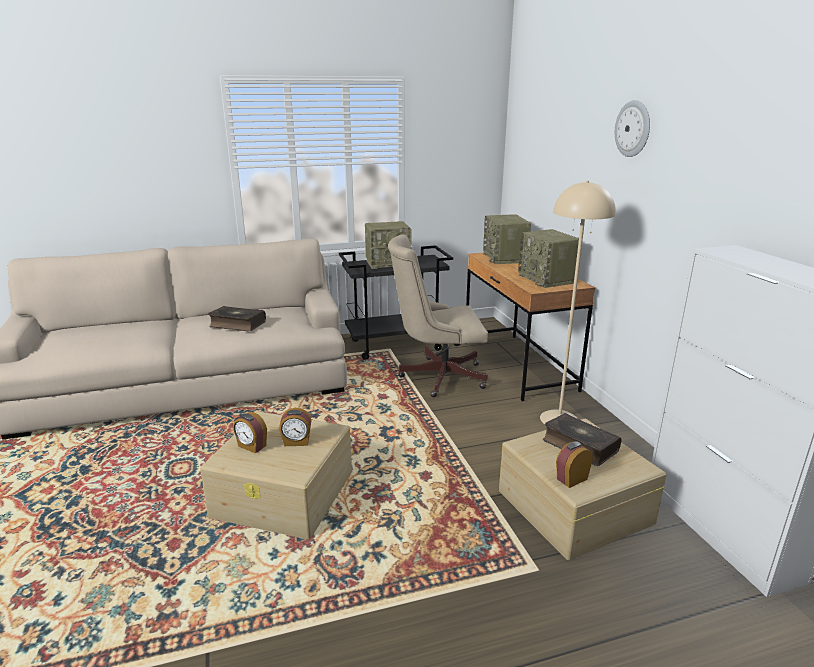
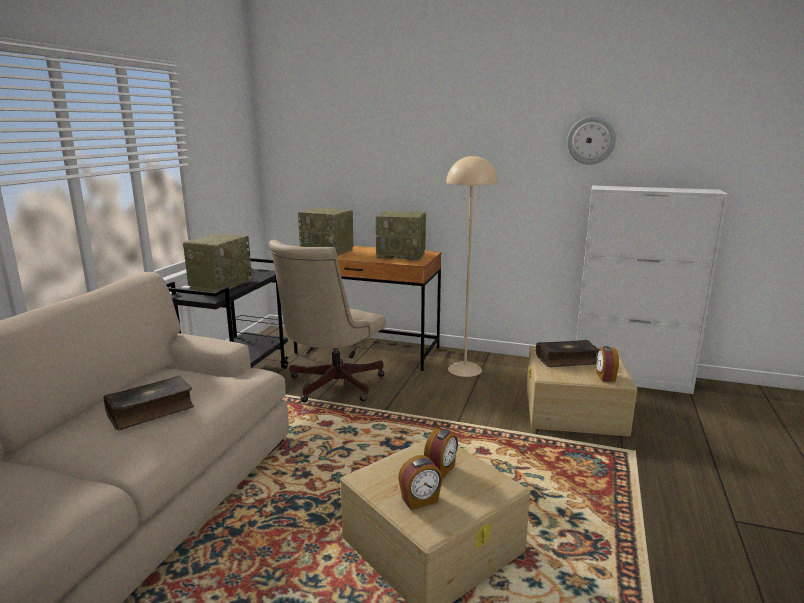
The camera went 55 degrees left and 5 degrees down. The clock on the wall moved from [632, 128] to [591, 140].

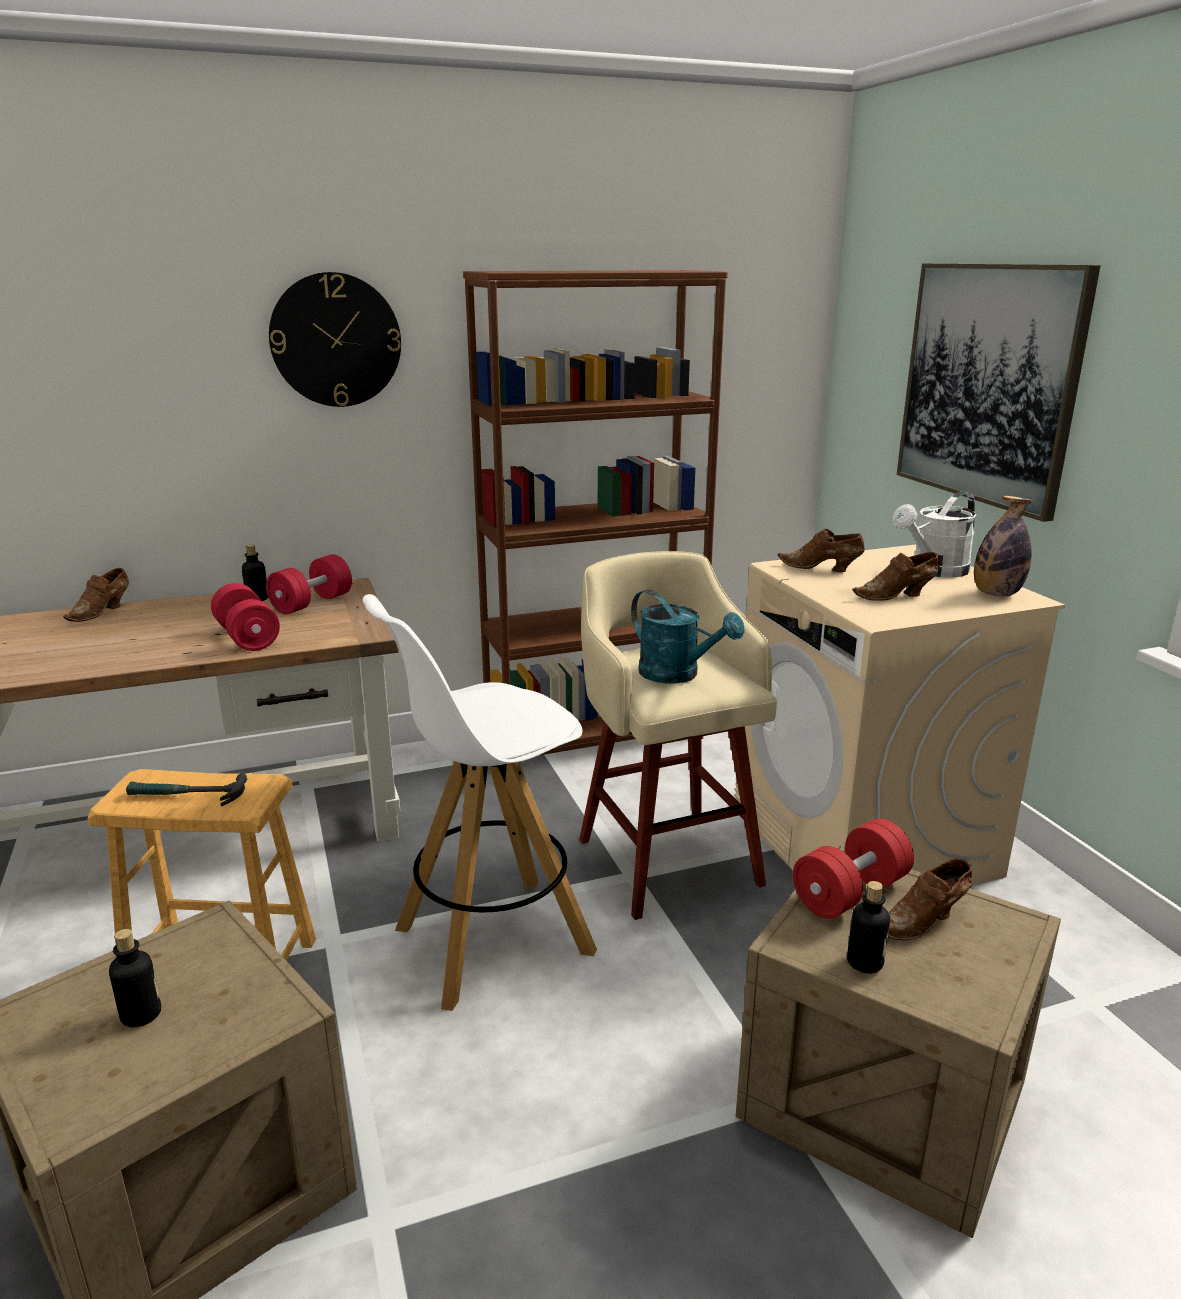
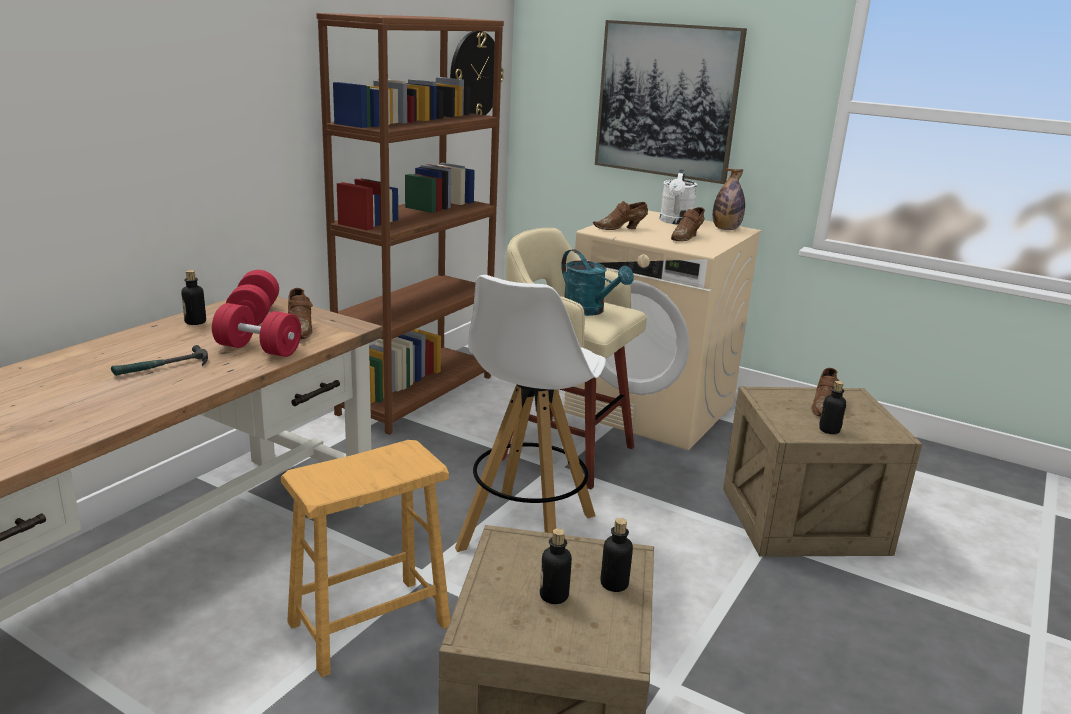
The camera went 40 degrees left and 0 degrees up. The red-coloured hand weight at [853, 868] disappeared. The bottle at [616, 555] appeared. The brown shoe moved from [96, 595] to [300, 313]. The tool hammer moved from [186, 790] to [159, 360]. The clock on the wall moved from [335, 339] to [477, 73]. The turquoise watering can at [688, 636] turned 45 degrees clockwise.

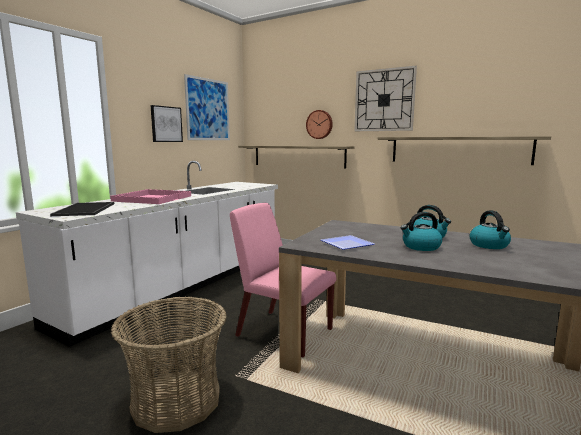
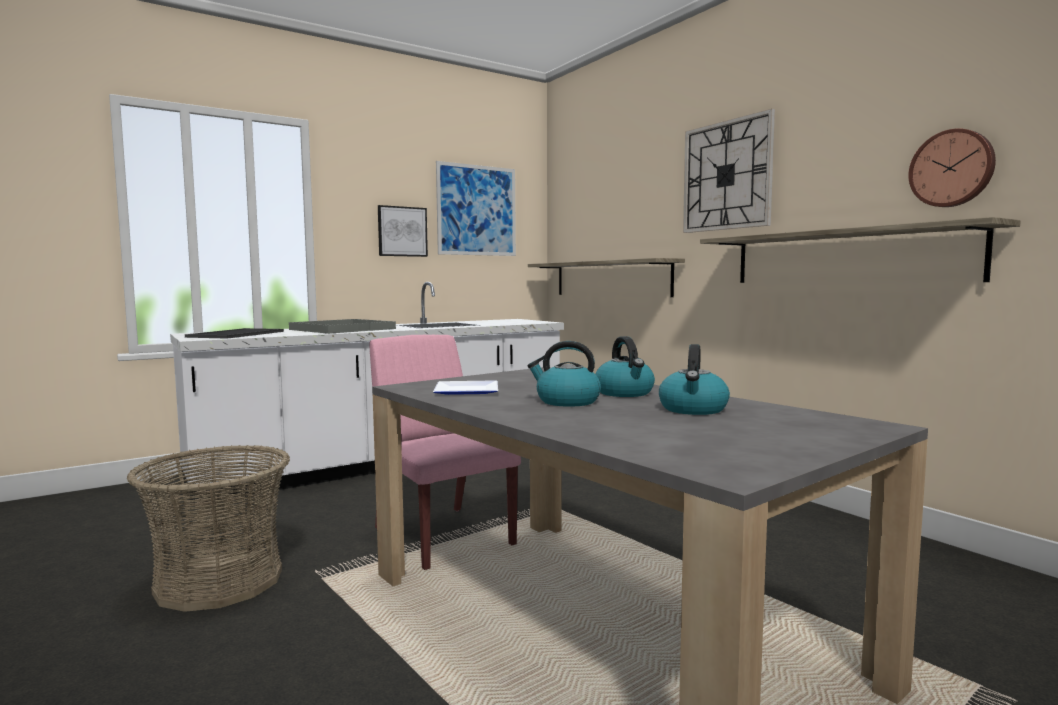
The camera went 25 degrees right and 5 degrees down. The clock on the wall moved from [319, 124] to [952, 167]. The pinkish carrying tray at [150, 196] became the gray carrying tray at [342, 326].

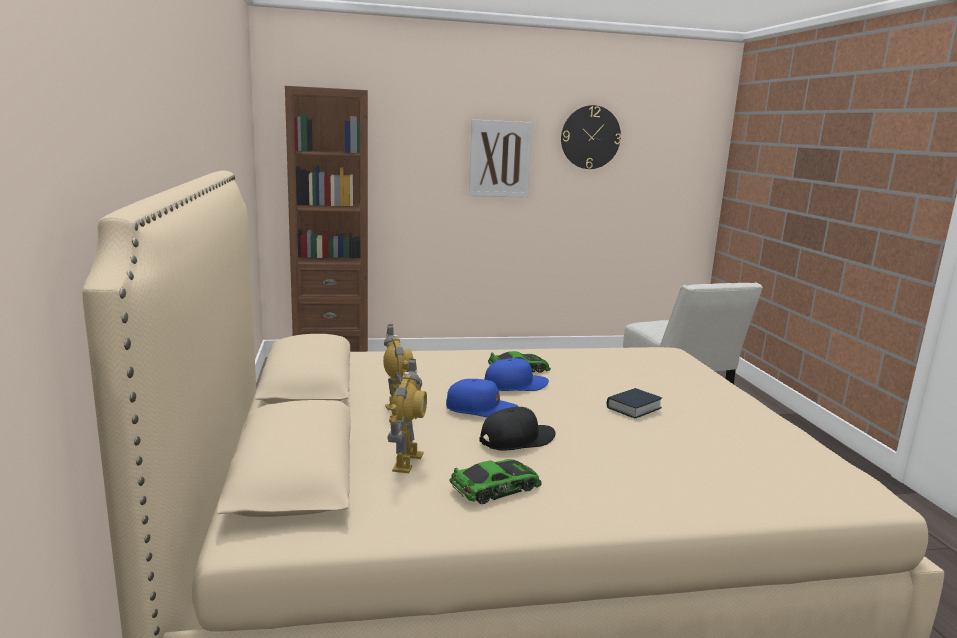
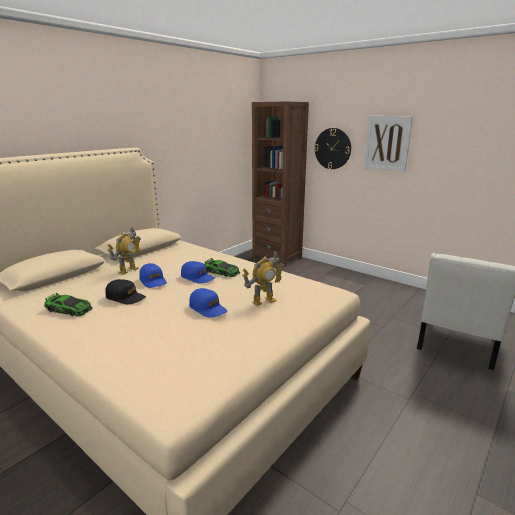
The camera went 50 degrees right and 5 degrees up. The toy robot moved from [407, 415] to [263, 278]. The clock on the wall moved from [591, 137] to [332, 148]. The bound book at [634, 403] was replaced by the blue-coloured cap at [208, 303].

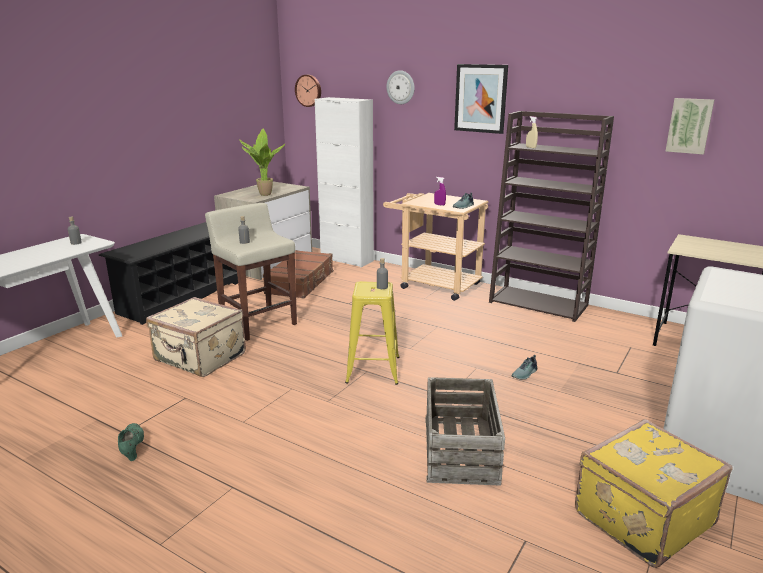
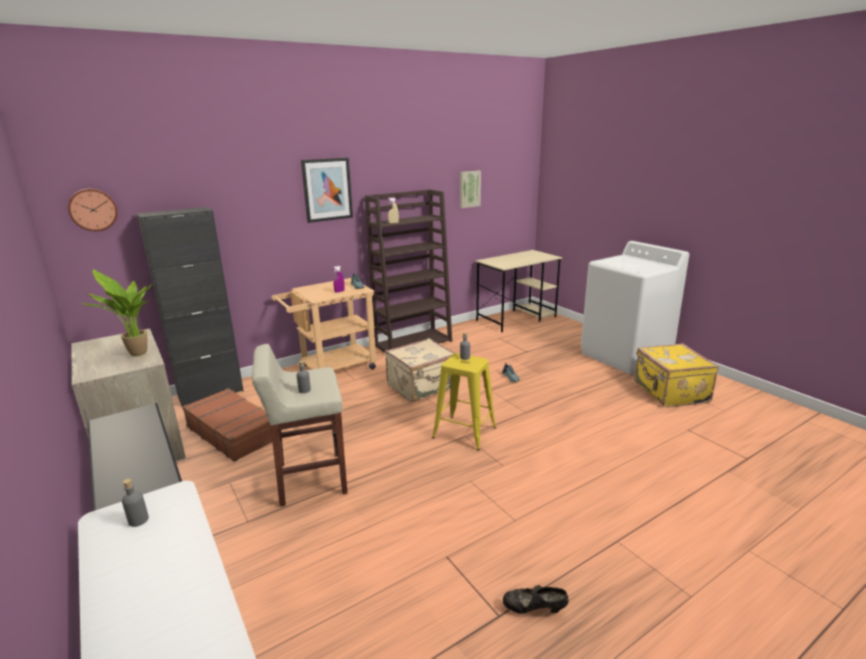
The camera went 65 degrees left and 0 degrees up. The clock on the wall at [401, 87] disappeared. The crate at [465, 431] disappeared. The beige piece of luggage moved from [196, 337] to [420, 370]. The green-coloured shoe at [131, 442] became the blackish shoe at [536, 599]. The white-coloured cabinet at [344, 182] became the blackish cabinet at [190, 306].

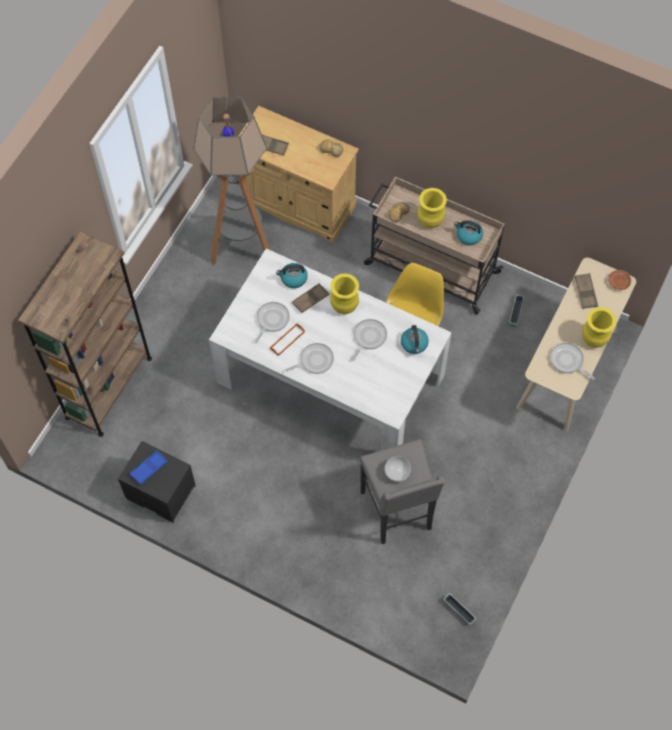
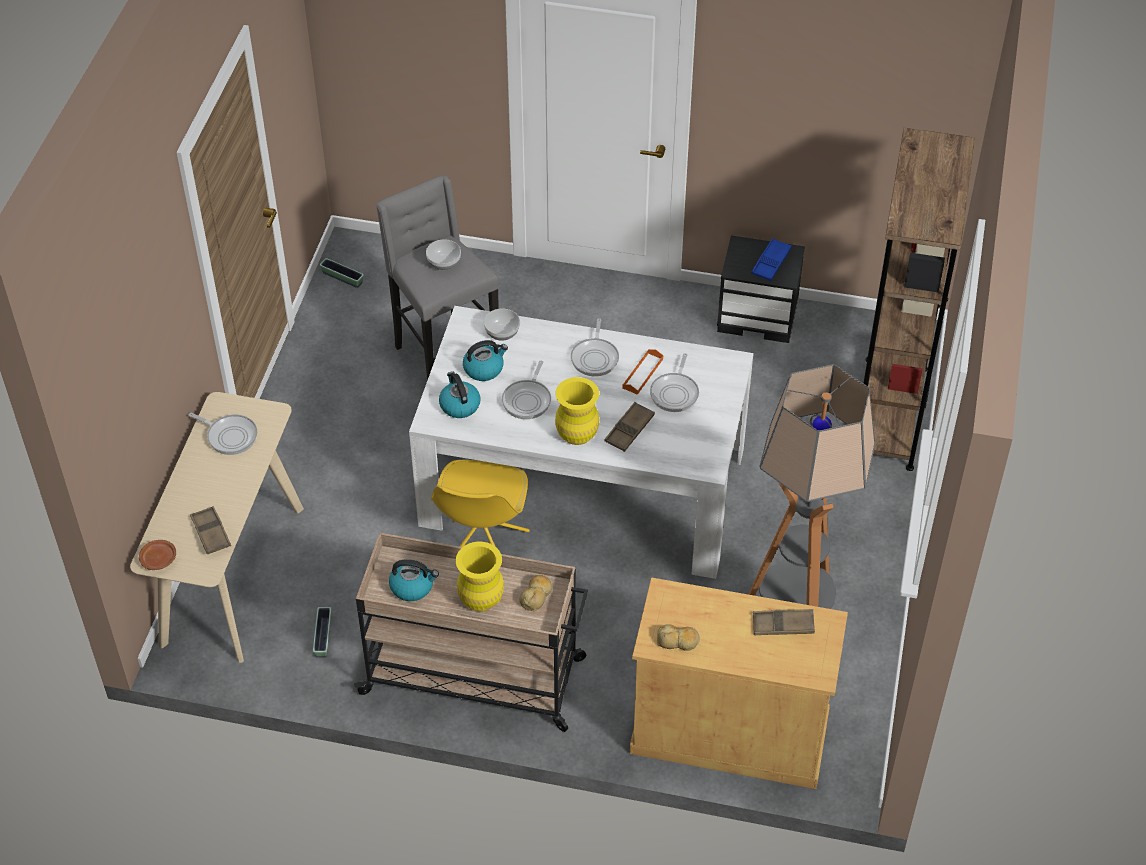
The camera went 165 degrees right and 15 degrees down. The yellow vase at [599, 327] disappeared. The deep dish at [502, 324] appeared. The tea kettle moved from [292, 275] to [485, 360]. The pan at [309, 358] turned 45 degrees counterclockwise.

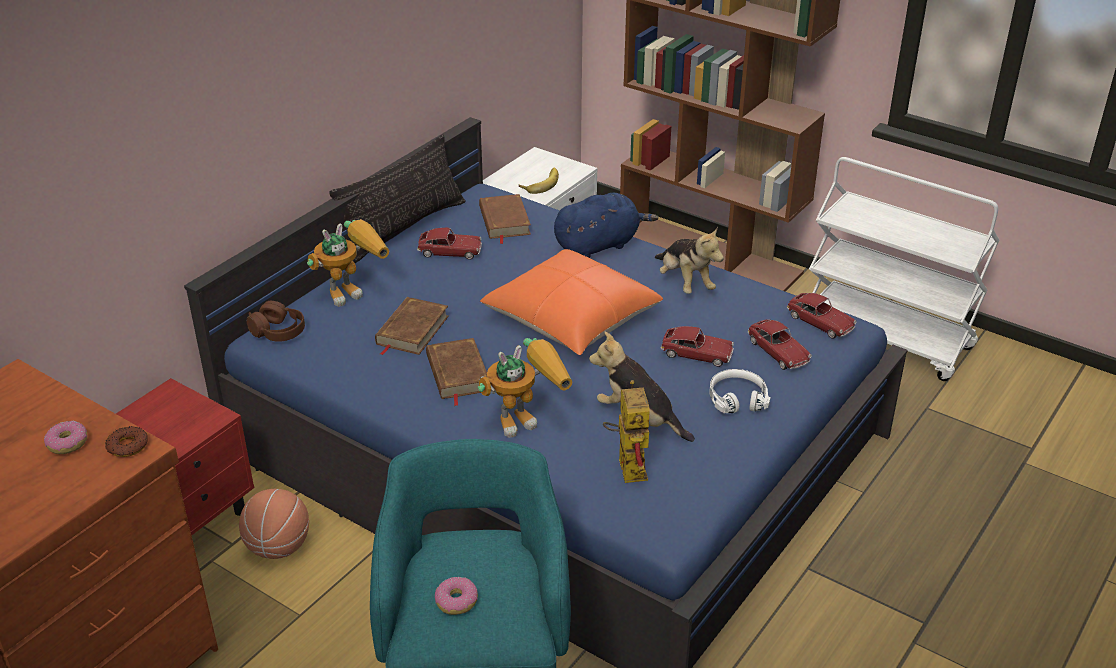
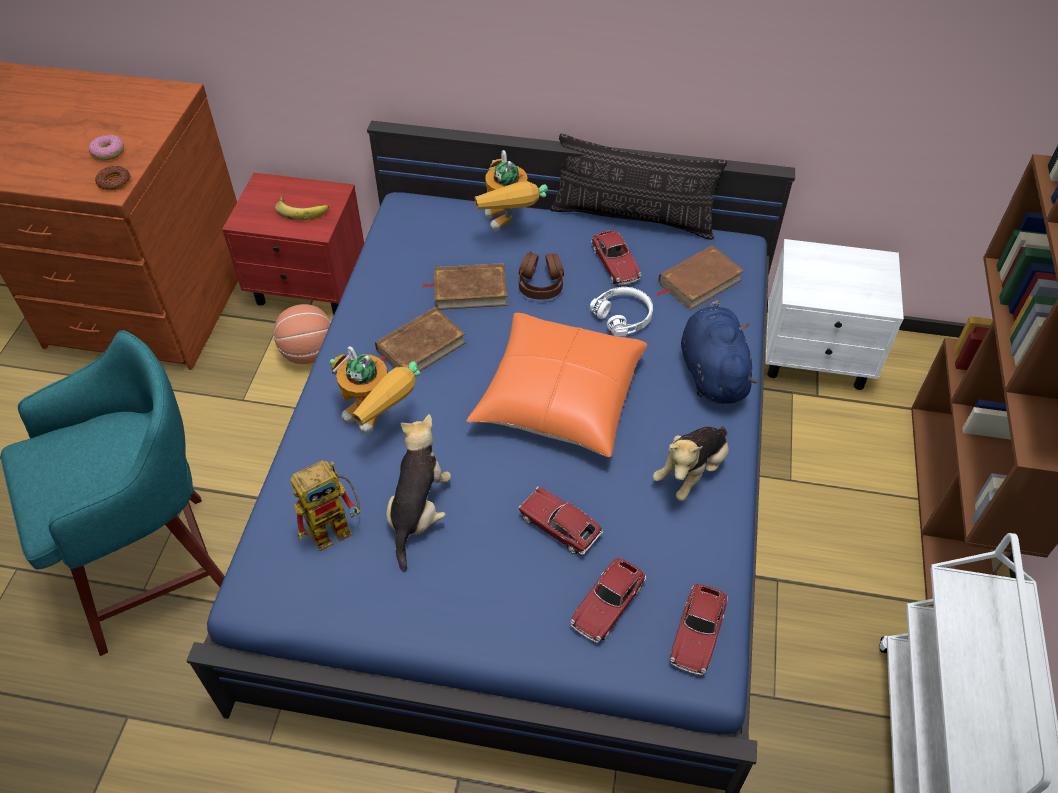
The camera went 65 degrees right and 15 degrees up. The doughnut at [456, 596] disappeared. The brown pair of headphones moved from [276, 321] to [541, 275]. The whole banana moved from [538, 180] to [302, 207]. The white-coloured pair of headphones moved from [739, 391] to [621, 311]. The toy robot at [348, 263] turned 45 degrees clockwise. The blue-coloured cuddly toy at [606, 225] turned 135 degrees counterclockwise. The toy car at [697, 346] turned 135 degrees clockwise.

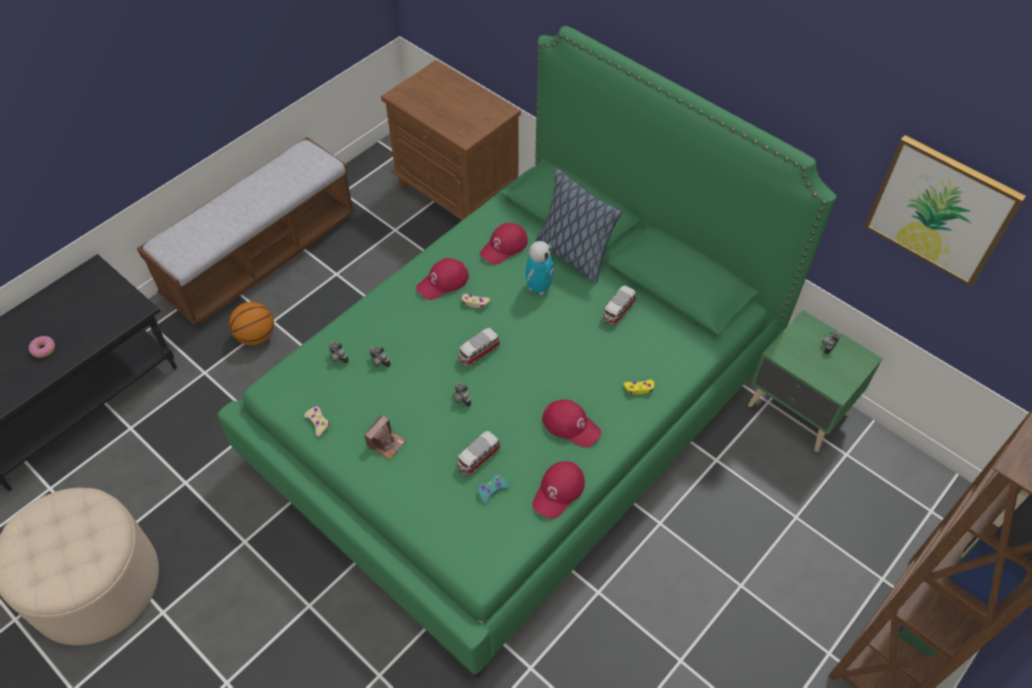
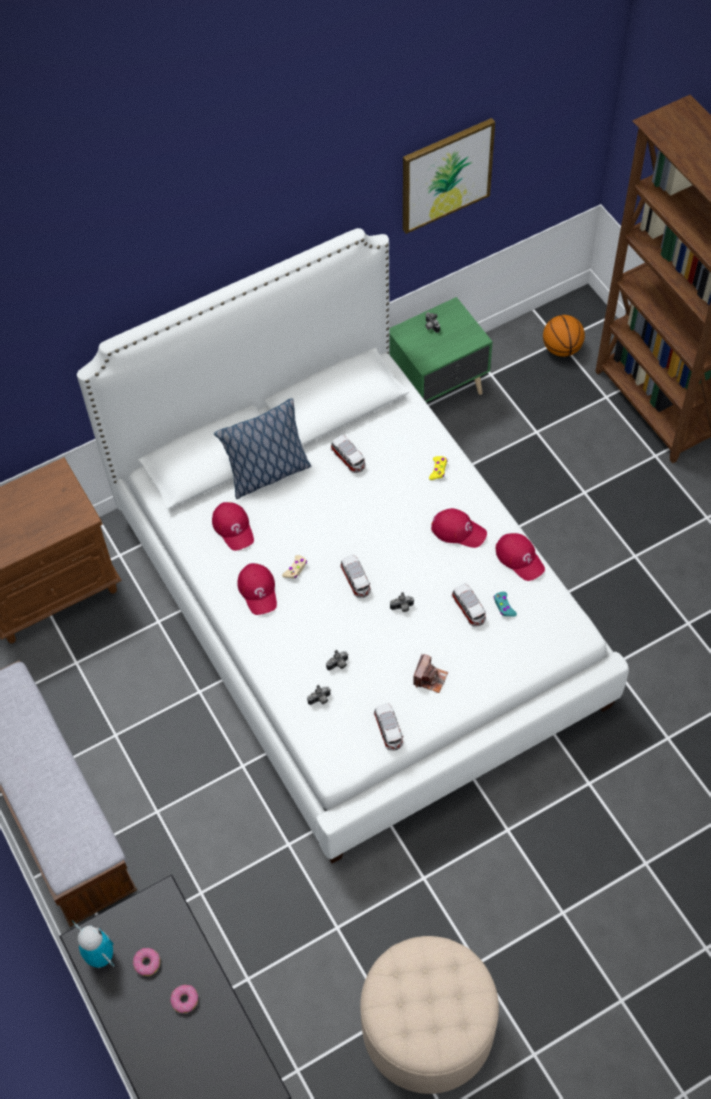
The camera went 70 degrees left and 5 degrees up. The doughnut at [146, 962] appeared. The basketball moved from [251, 323] to [564, 336]. The toy robot moved from [540, 268] to [92, 944]. The beige joypad at [316, 421] was replaced by the toy car at [388, 727]. The green-coloured bedroom bed at [527, 352] became the white-coloured bedroom bed at [353, 546]. The still camera at [385, 437] turned 60 degrees clockwise. The red-coloured cap at [571, 424] turned 60 degrees clockwise.

